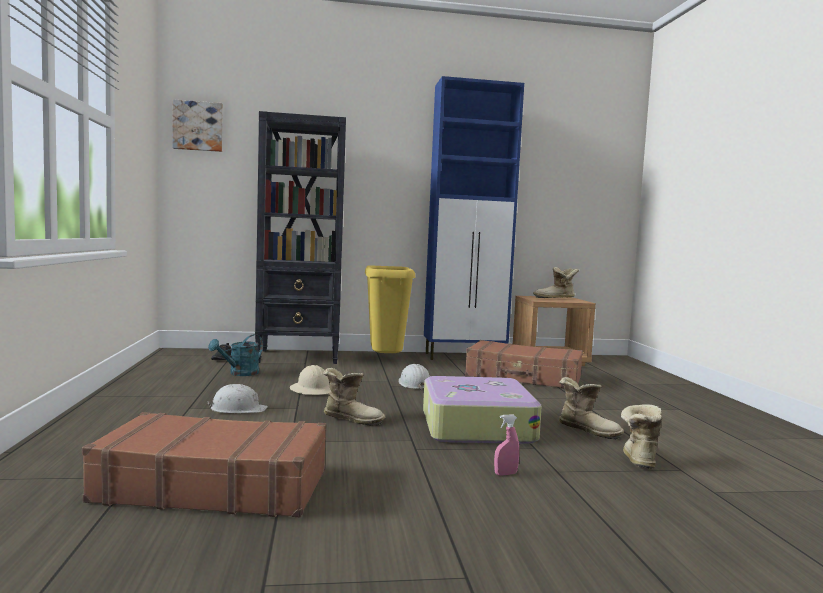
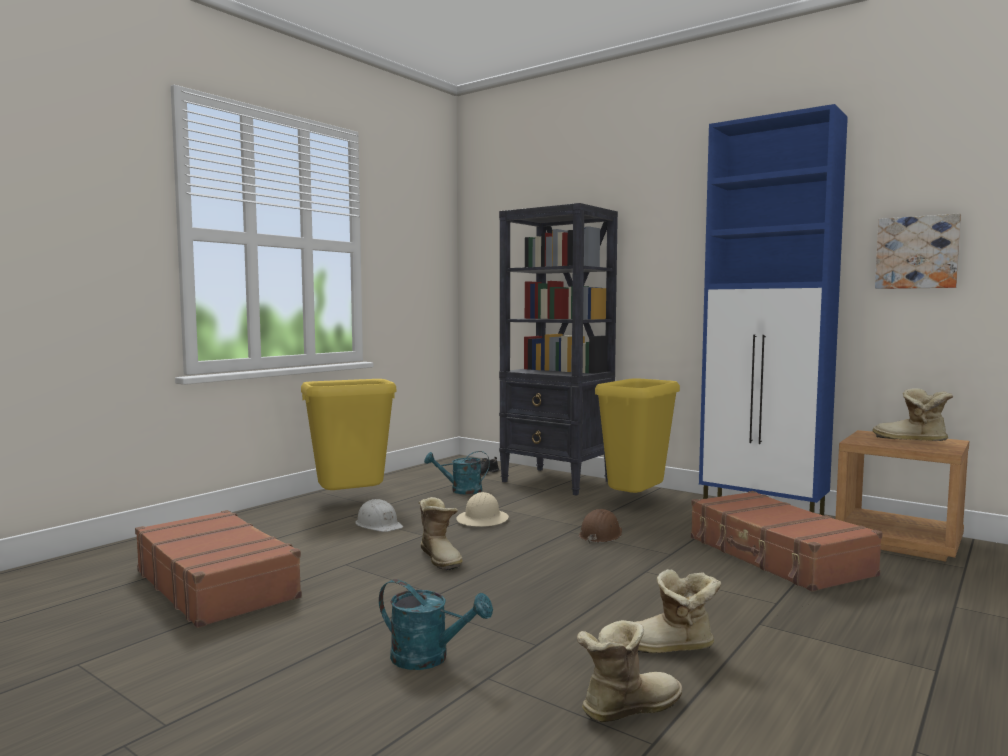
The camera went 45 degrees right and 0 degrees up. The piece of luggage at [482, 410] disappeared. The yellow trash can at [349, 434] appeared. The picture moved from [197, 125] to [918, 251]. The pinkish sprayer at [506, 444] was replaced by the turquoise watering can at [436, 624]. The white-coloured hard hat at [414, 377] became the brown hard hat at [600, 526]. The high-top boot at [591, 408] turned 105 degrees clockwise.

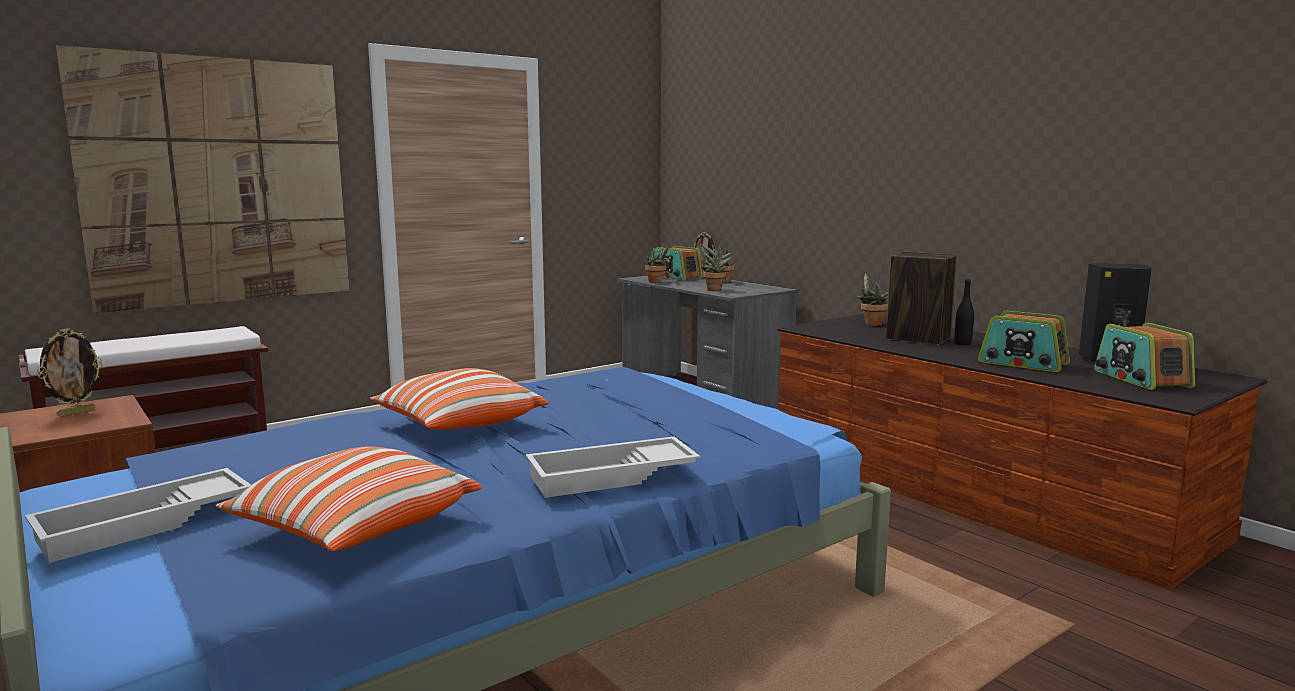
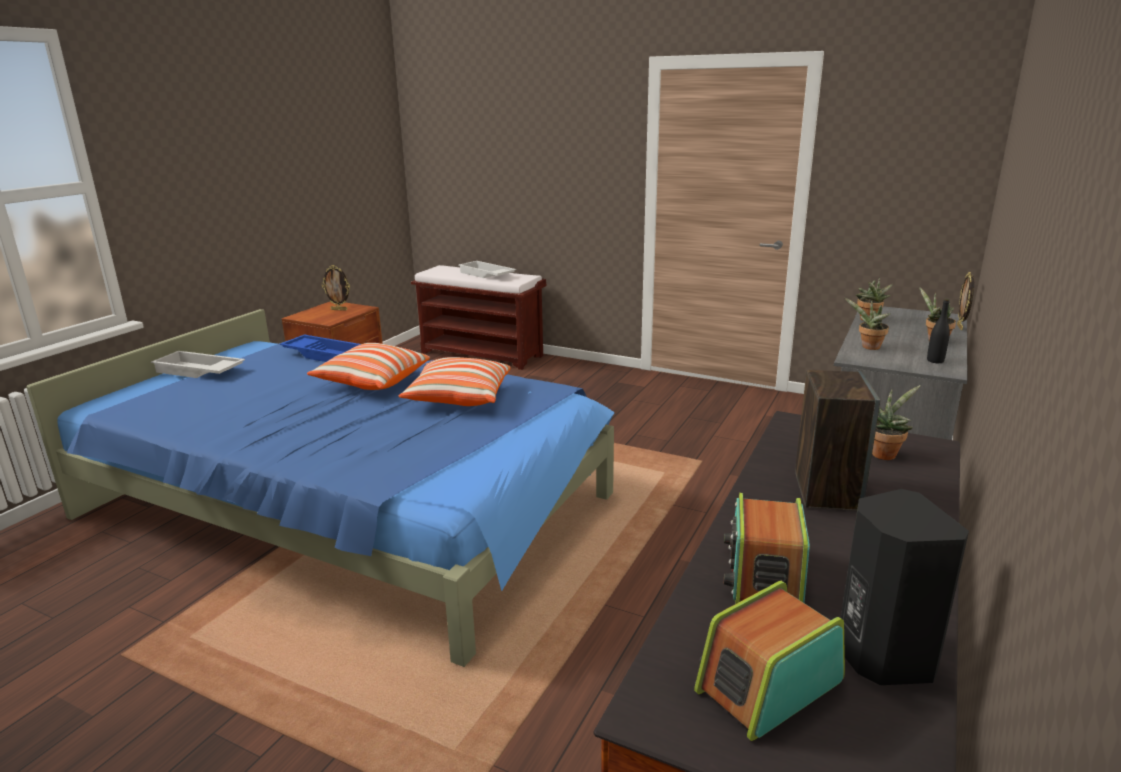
The camera went 65 degrees right and 10 degrees up. The picture at [202, 179] disappeared. The radio receiver at [678, 263] disappeared. The blue-coloured carrying tray at [320, 348] appeared. The cushion moved from [349, 499] to [454, 381]. The white-coloured carrying tray moved from [613, 467] to [487, 269]. The blackish bottle moved from [964, 312] to [938, 331].

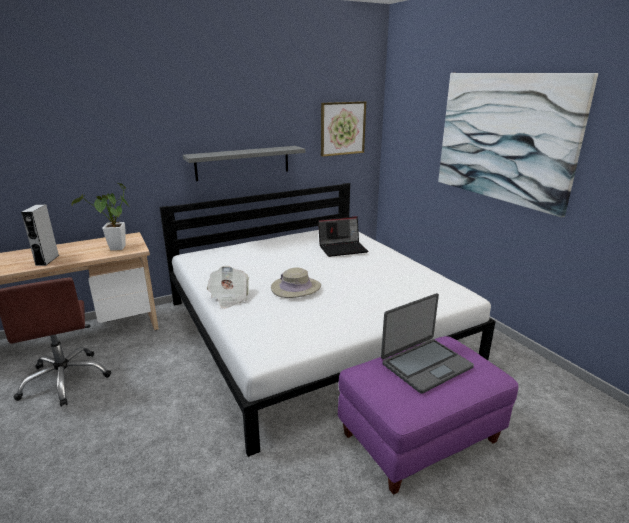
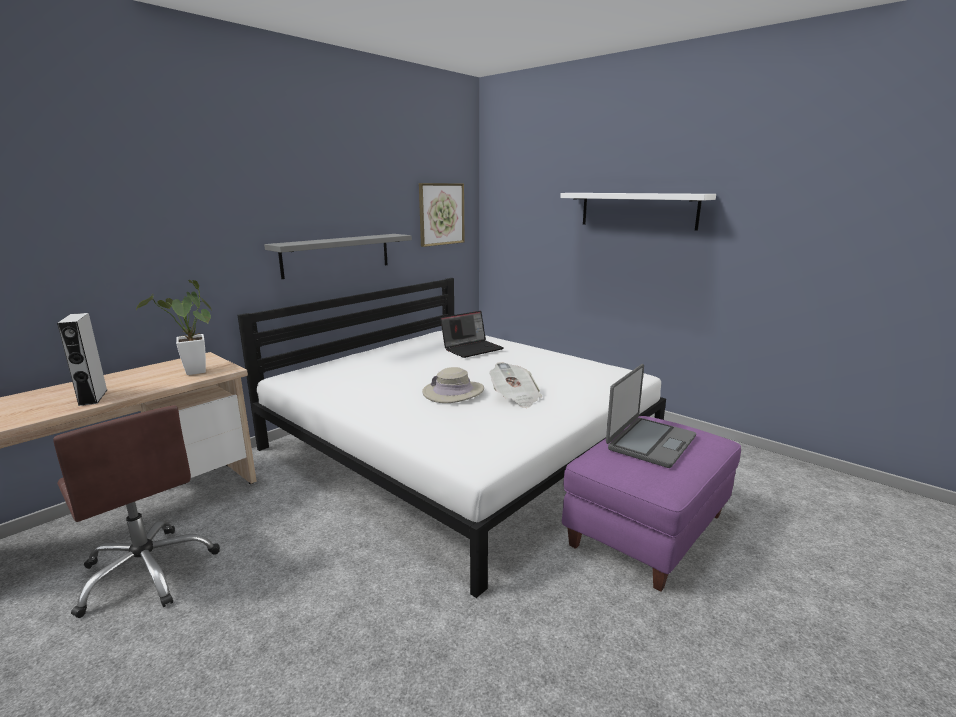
The camera went 20 degrees left and 5 degrees down. The printed paper moved from [228, 287] to [515, 385]. The picture at [518, 145] was replaced by the white-coloured shelf at [638, 212].

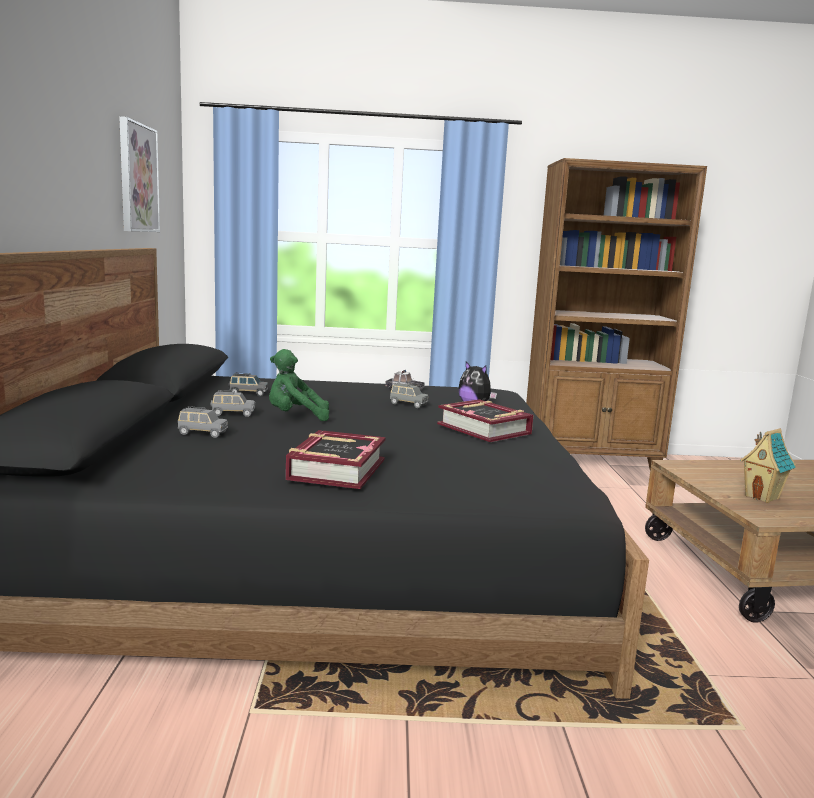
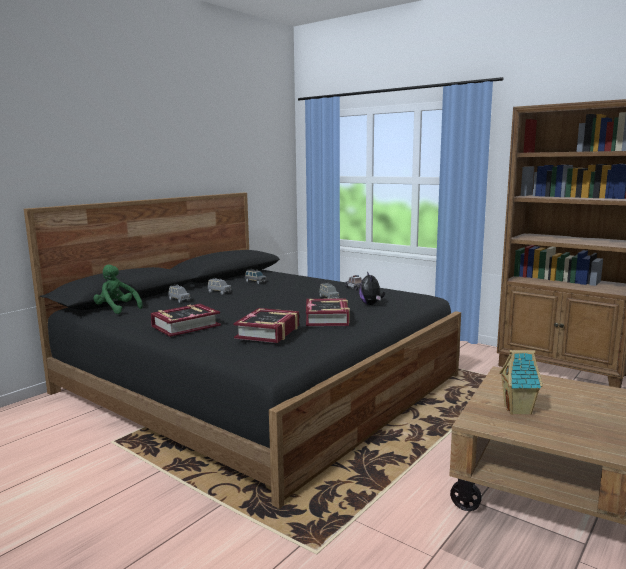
The camera went 40 degrees right and 0 degrees up. The picture at [139, 174] disappeared. The bound book at [266, 325] appeared. The green-coloured cuddly toy moved from [299, 385] to [118, 289].

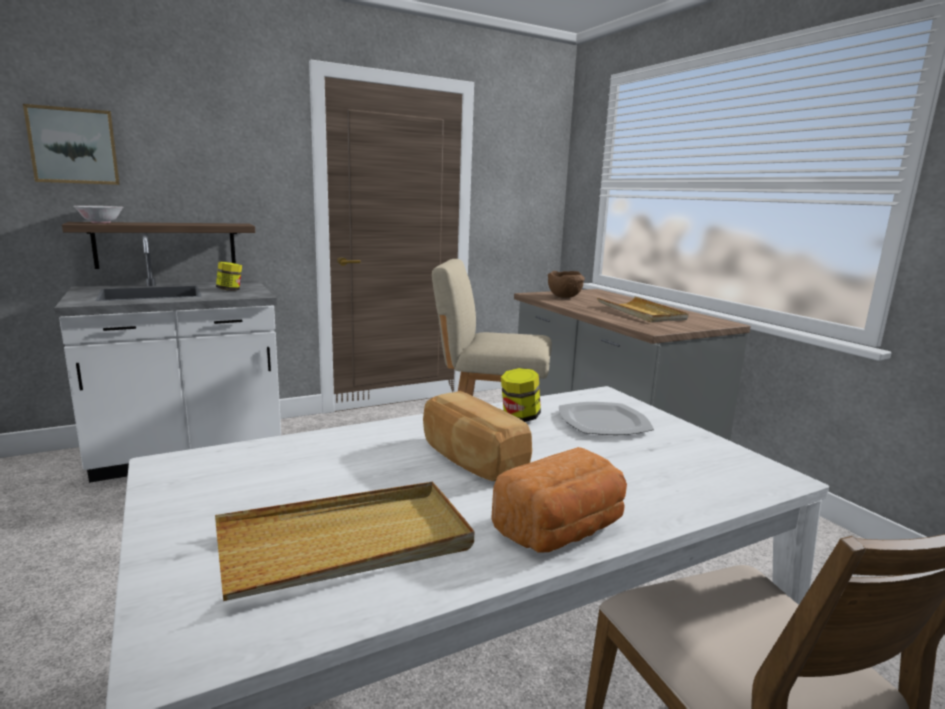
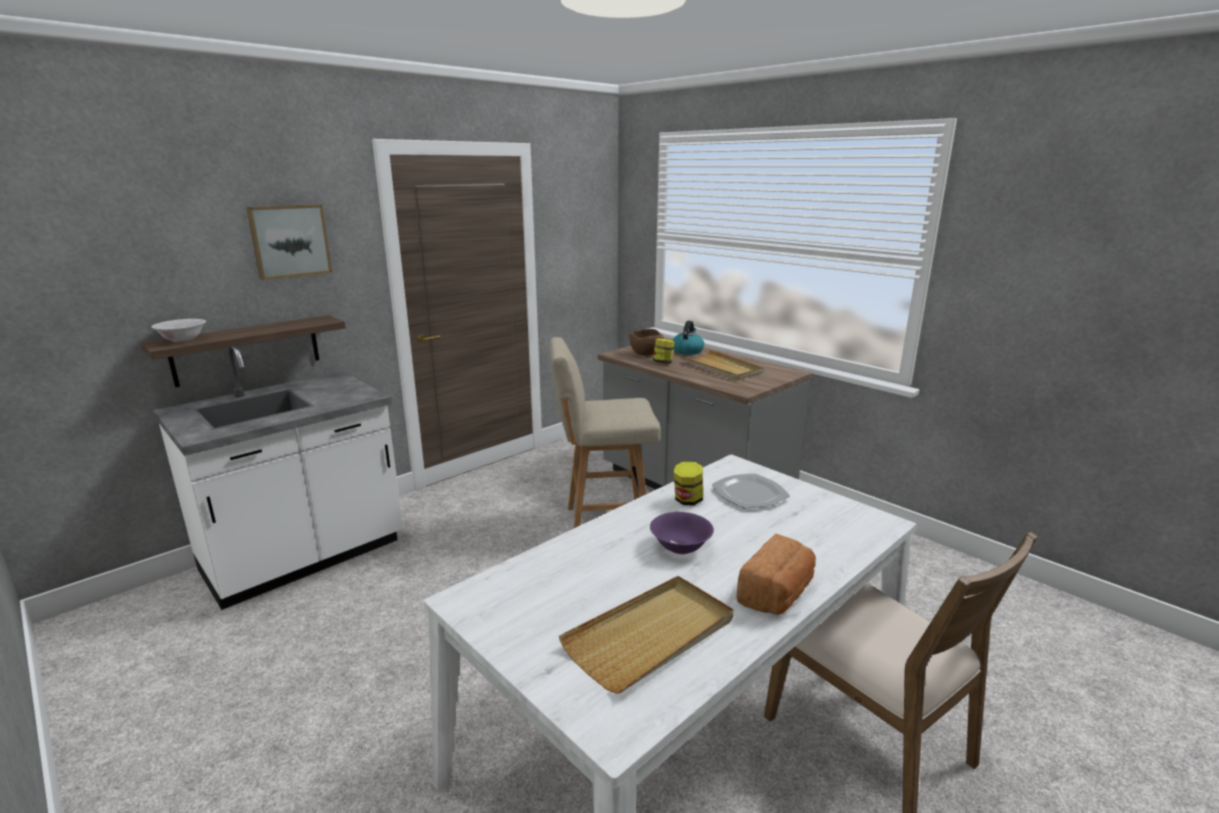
The camera went 15 degrees left and 5 degrees up. The tea kettle at [688, 338] appeared. The picture moved from [71, 144] to [289, 242]. The preserve jar moved from [229, 276] to [664, 351]. The baked bread at [477, 436] was replaced by the purplish deep dish at [682, 533].

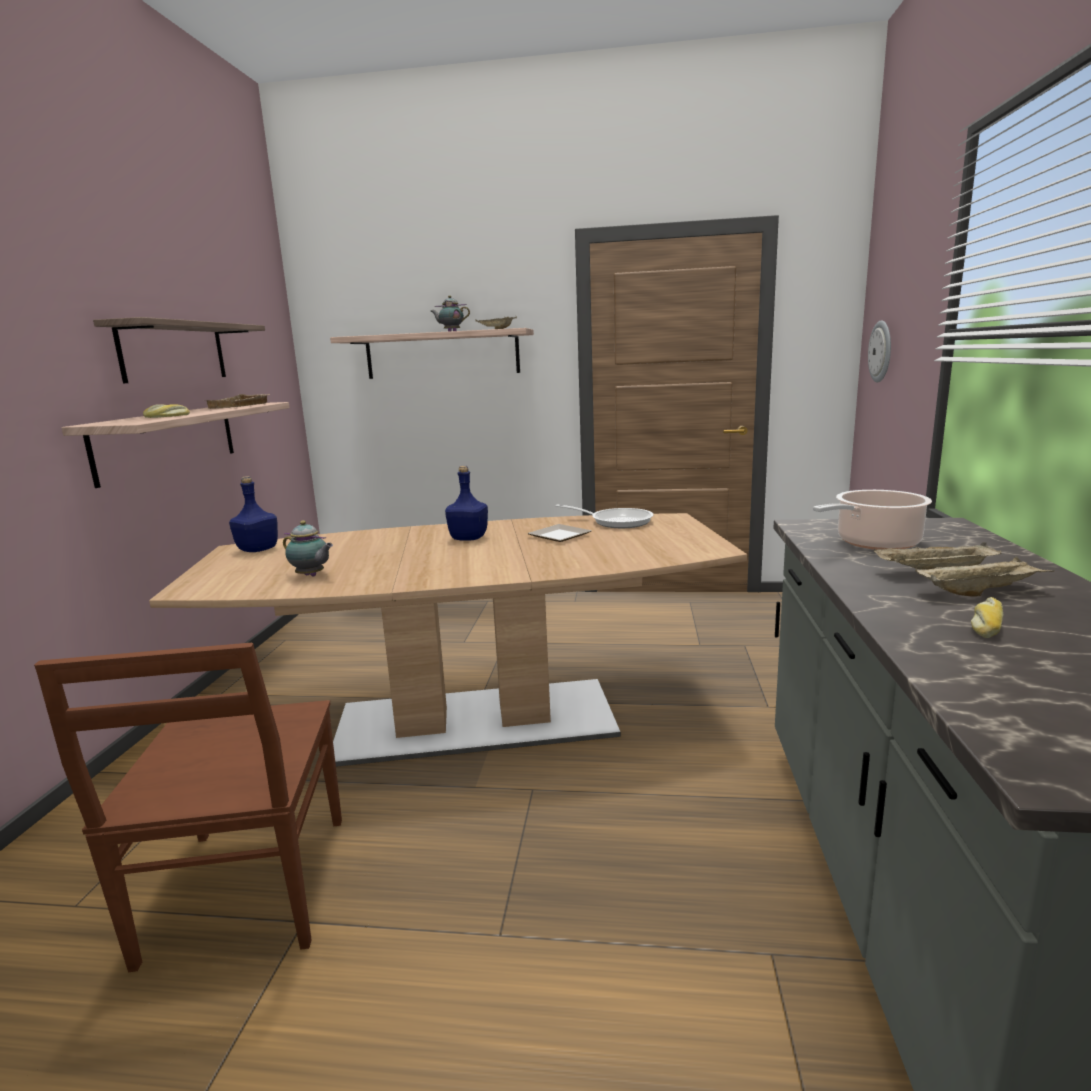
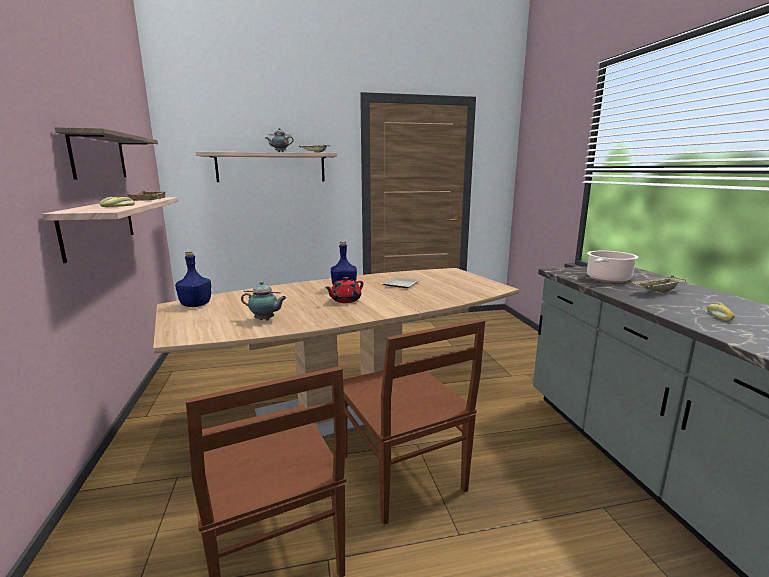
The camera went 20 degrees left and 0 degrees up. The pan at [604, 516] disappeared. The clock on the wall at [879, 351] disappeared. The beige carrying tray at [985, 576] disappeared. The red-coloured tea pot at [344, 290] appeared. The brown upright chair at [414, 422] appeared.

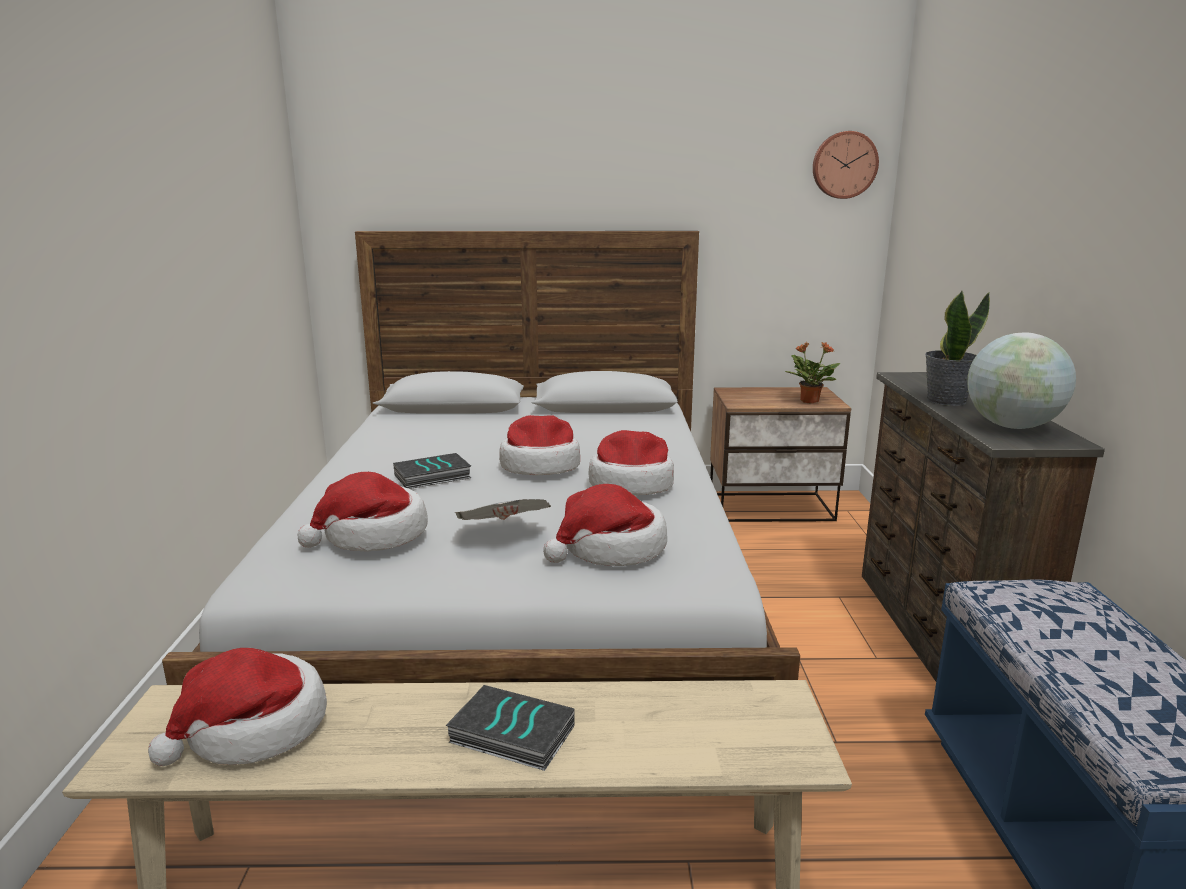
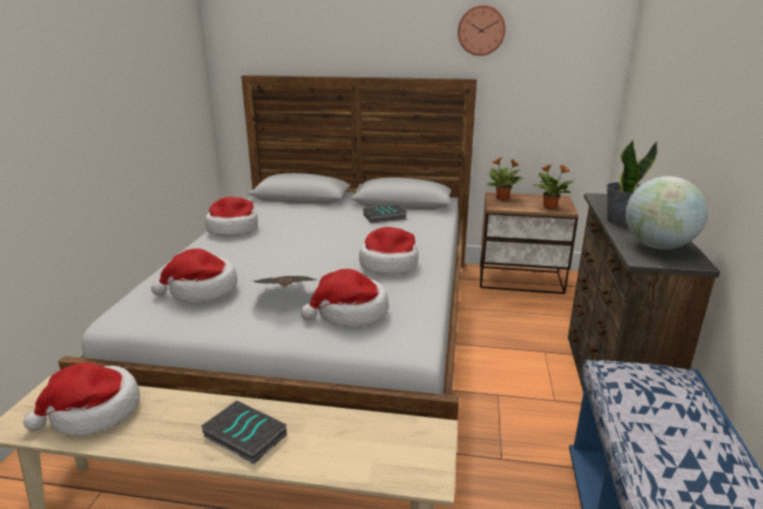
The camera went 10 degrees right and 5 degrees up. The houseplant at [505, 178] appeared. The bound book moved from [432, 471] to [385, 214]. The hat moved from [539, 445] to [231, 216]. The clock on the wall moved from [846, 165] to [482, 30].

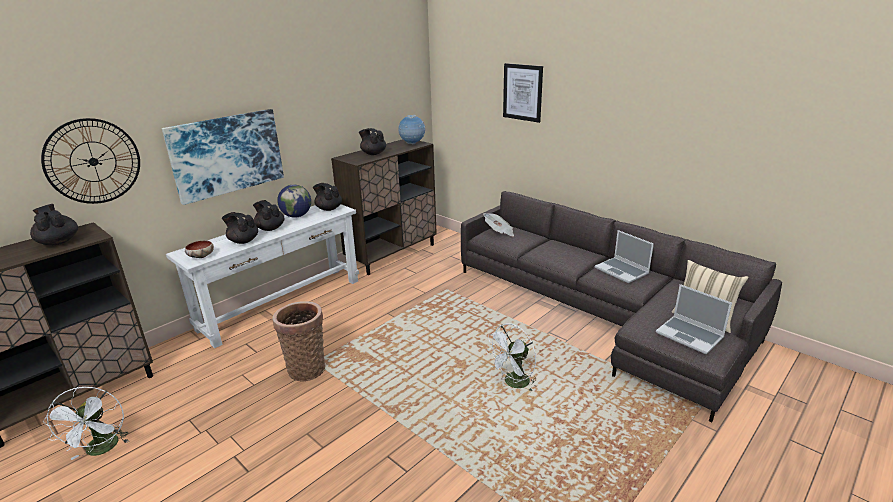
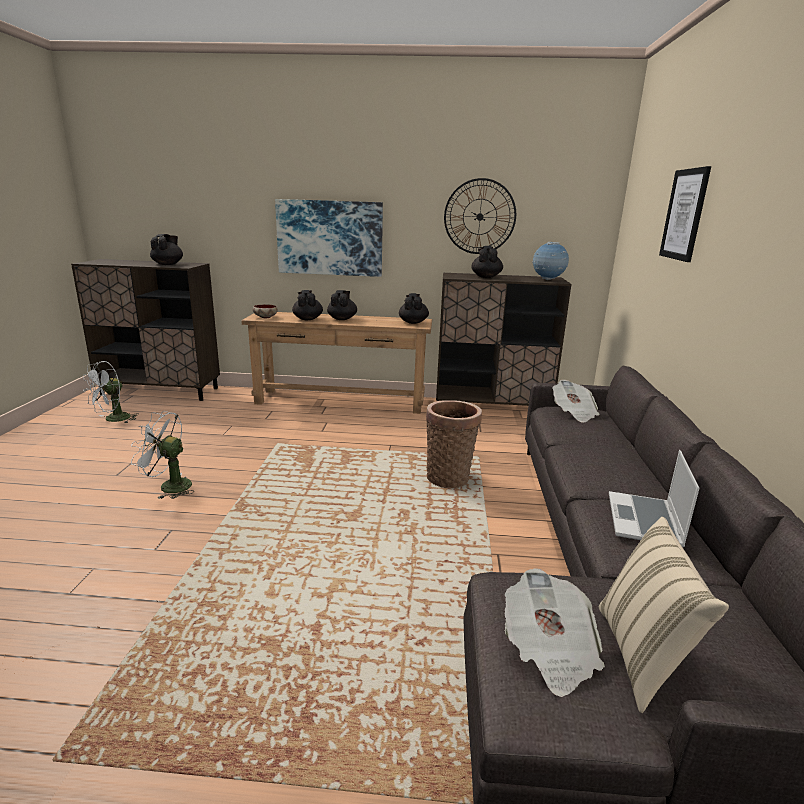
The camera went 50 degrees right and 5 degrees down. The globe at [294, 201] disappeared. The clock on the wall moved from [90, 161] to [480, 216]. The household basket moved from [299, 341] to [454, 444]. The white-coloured electric fan moved from [511, 357] to [162, 455]. The notebook computer at [694, 319] was replaced by the printed paper at [555, 633]. The white-coloured console table at [262, 276] became the brown console table at [336, 363].

